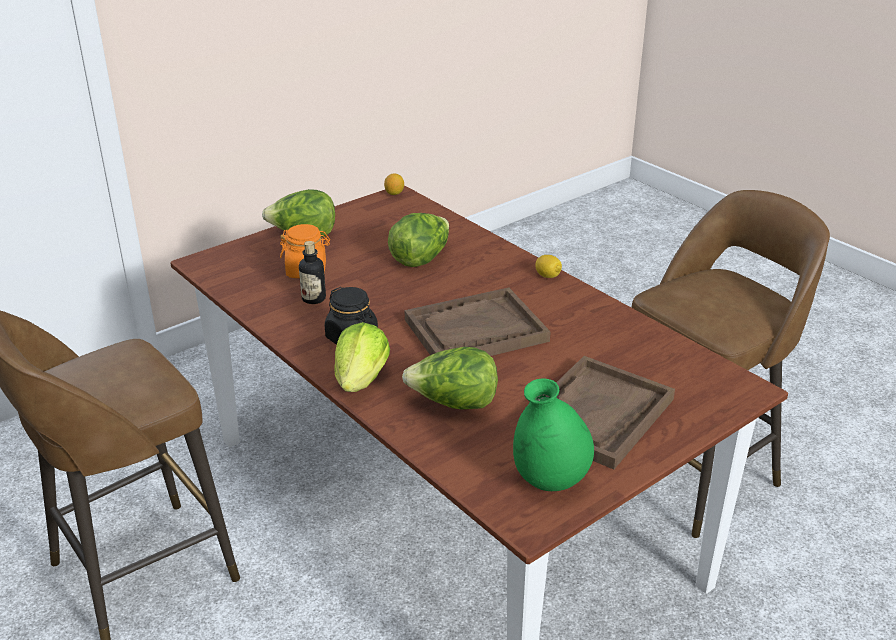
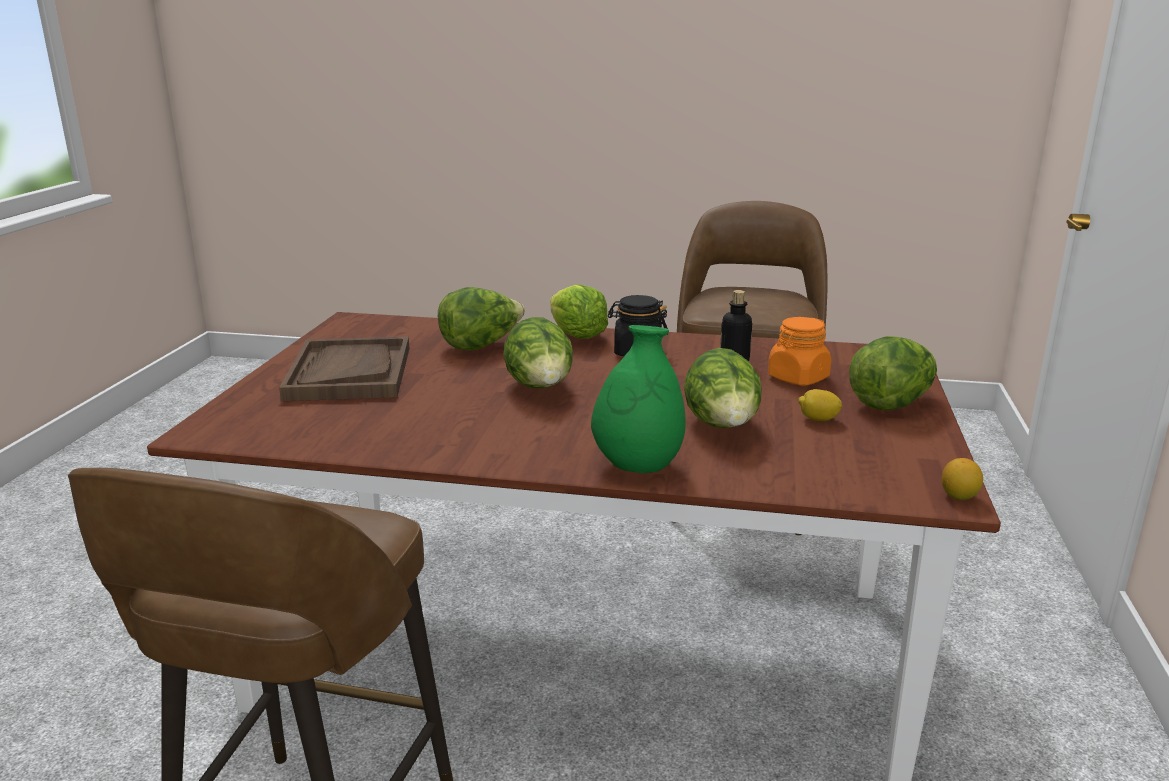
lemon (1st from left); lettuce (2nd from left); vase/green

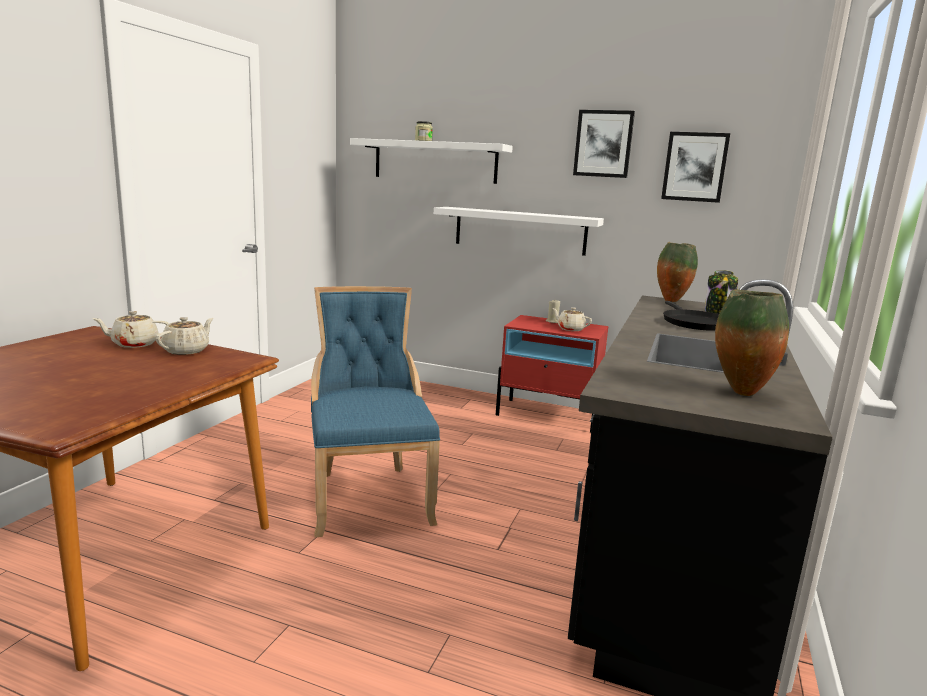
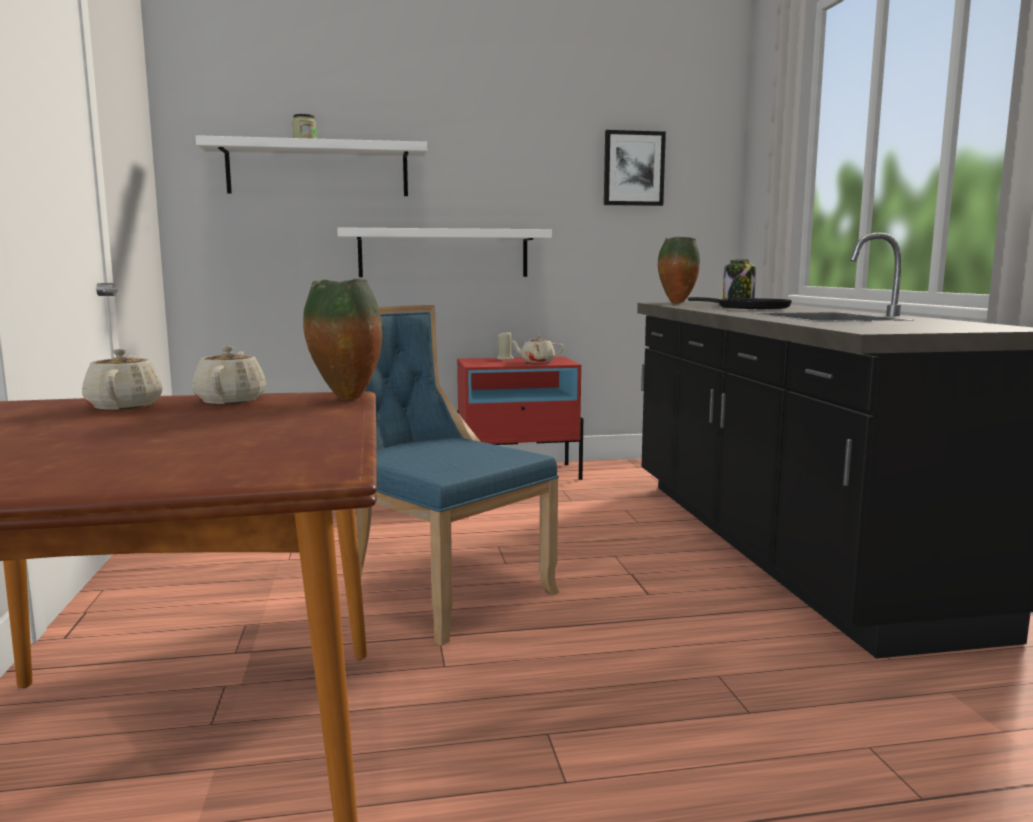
picture (1st from left in the first image); vase (1st from left); teapot/beige (1st from left)

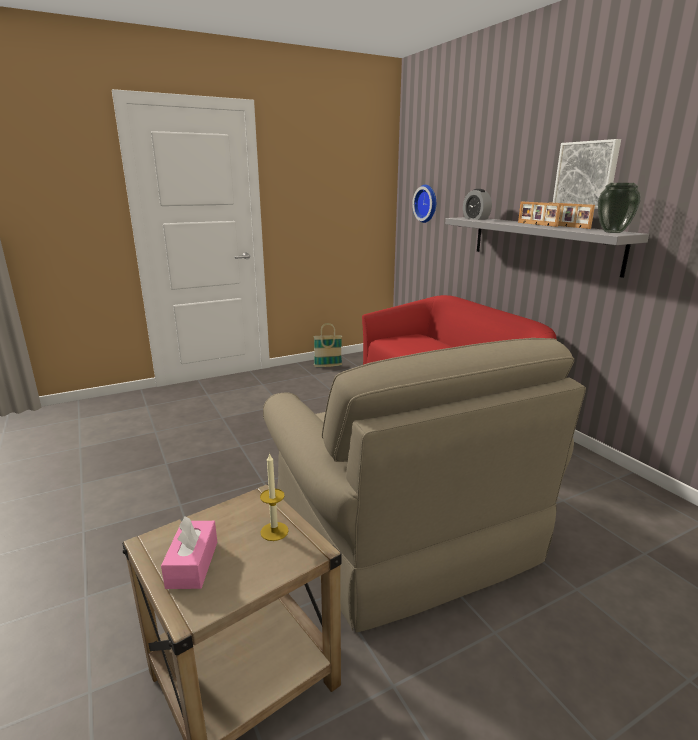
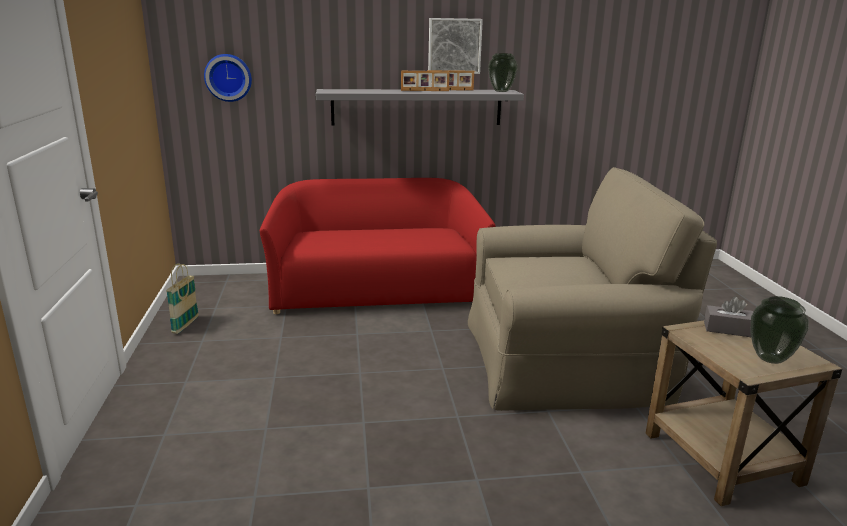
alarm clock; tissue box/grey; vase (2nd from left)

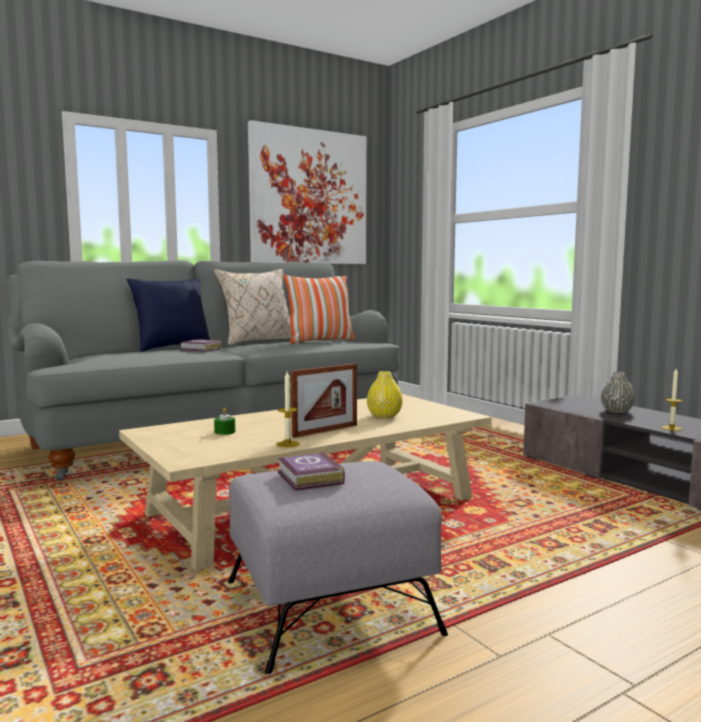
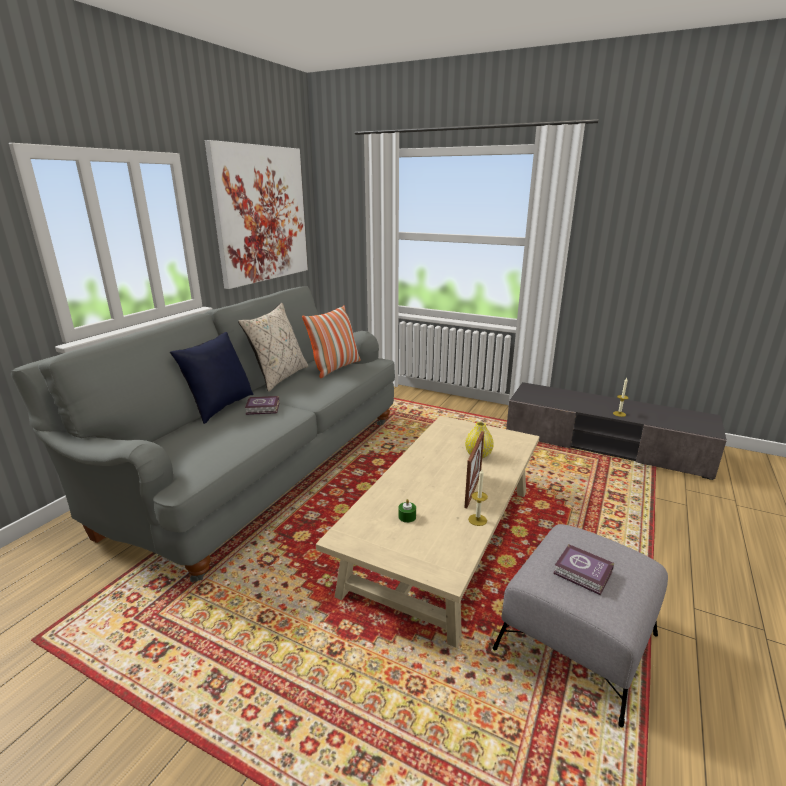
vase/grey

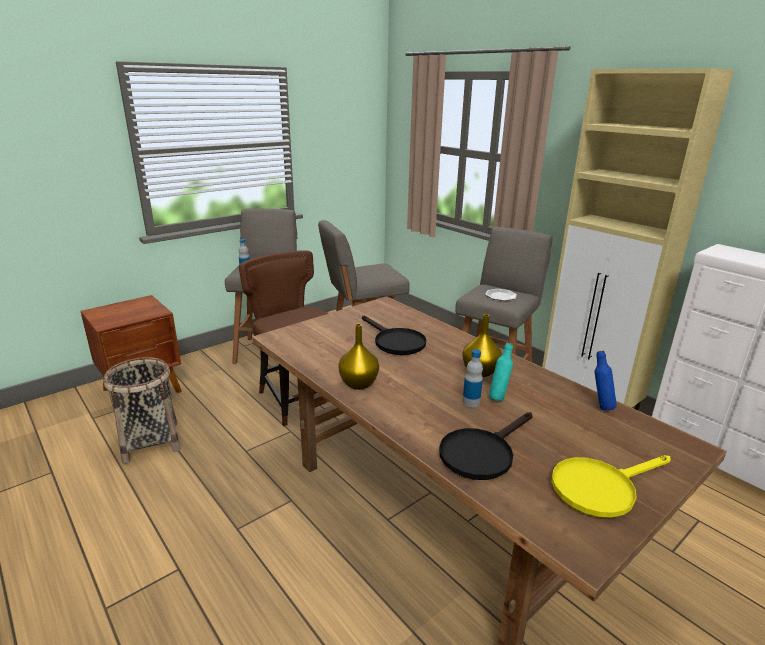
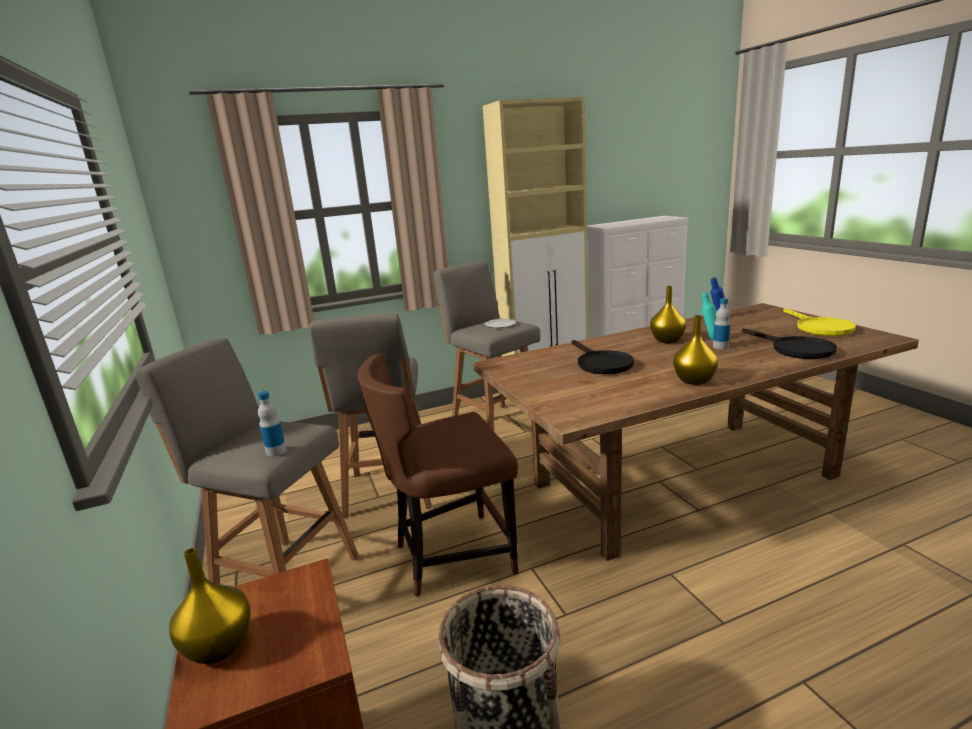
frying pan/black (1st from left); vase/yellow (1st from left)

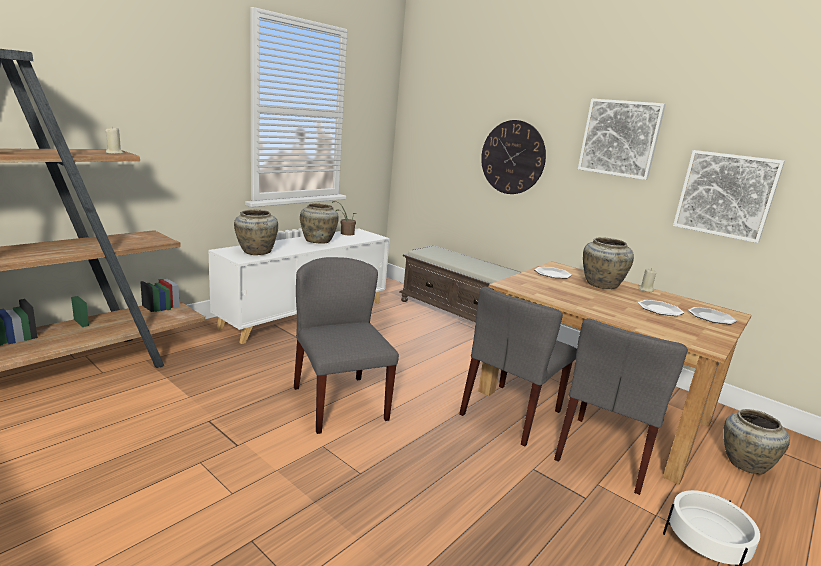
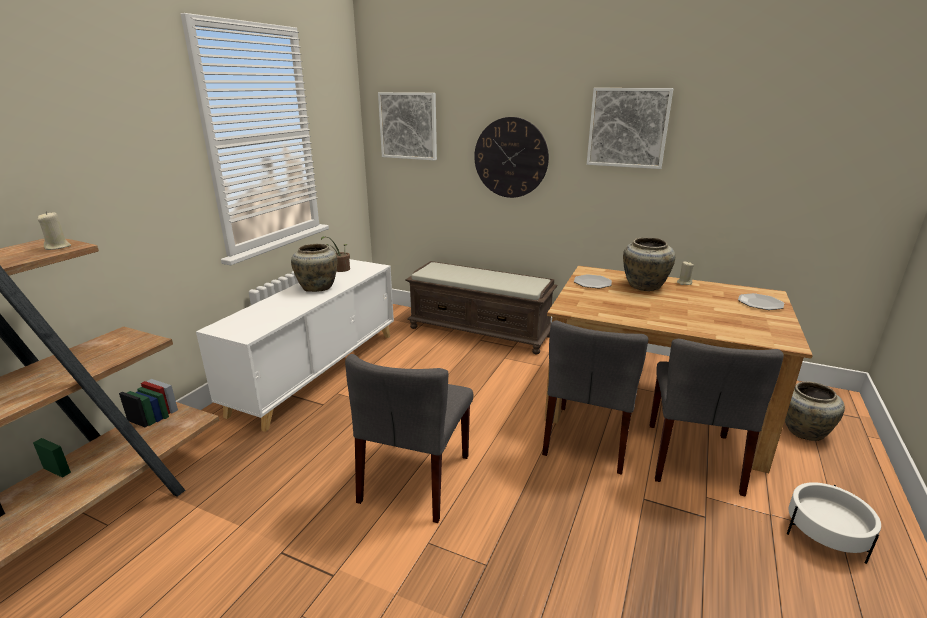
picture (1st from left); vase/beige (1st from left in the first image); chair/grey (1st from left); plate (2nd from left in the first image)

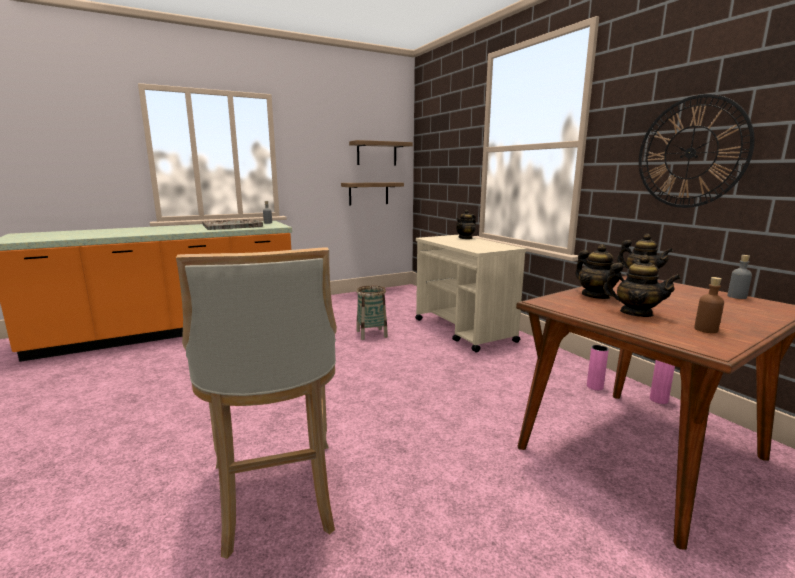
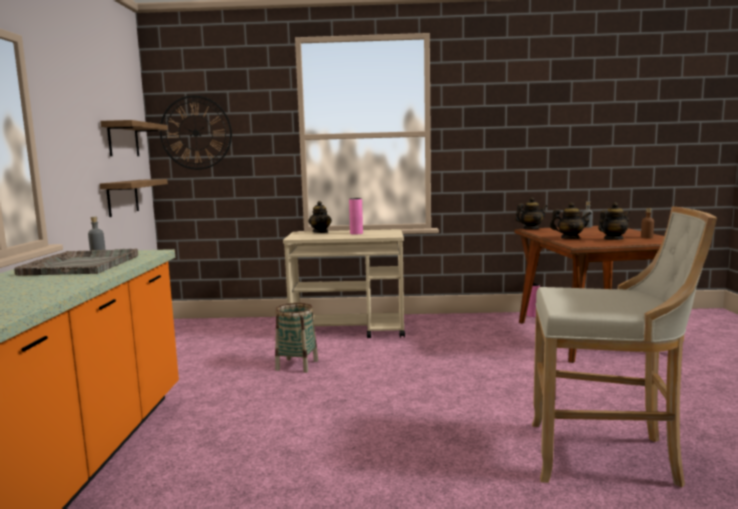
wall clock; vase/pink (1st from left)

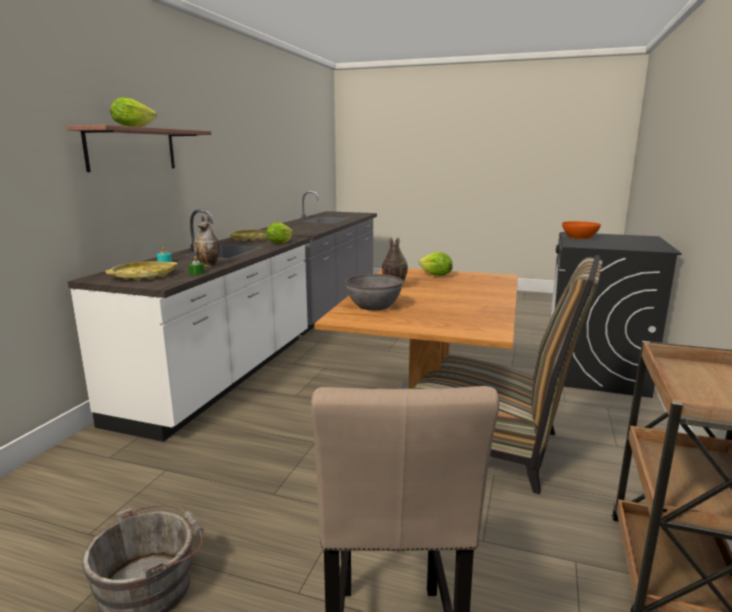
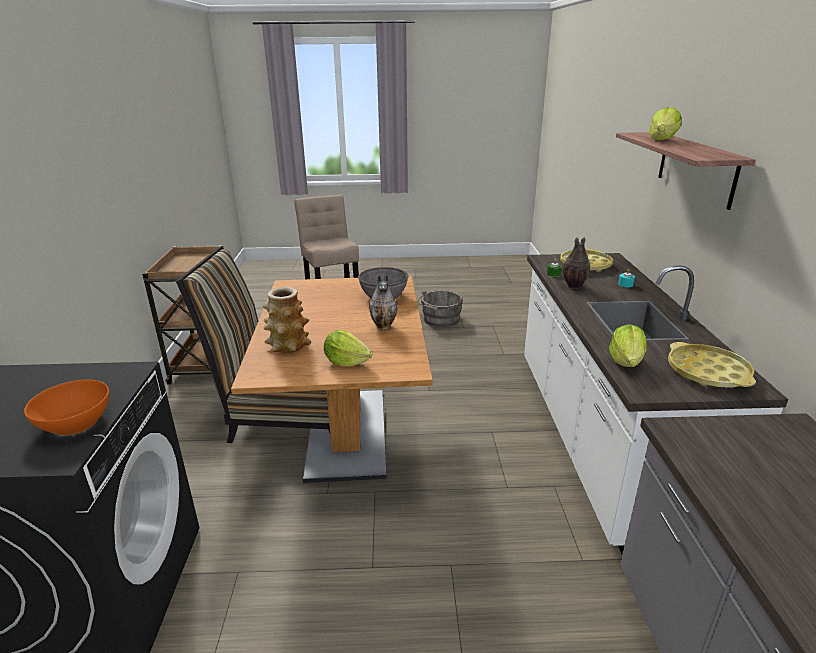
vase (1st from left)

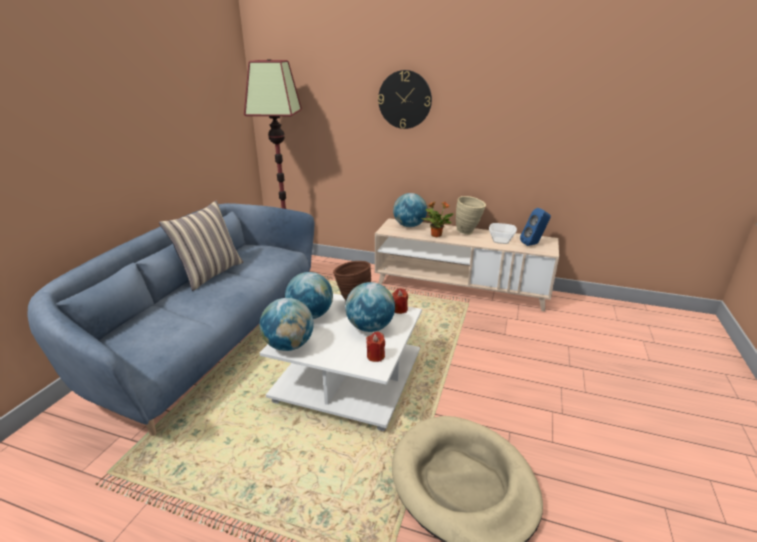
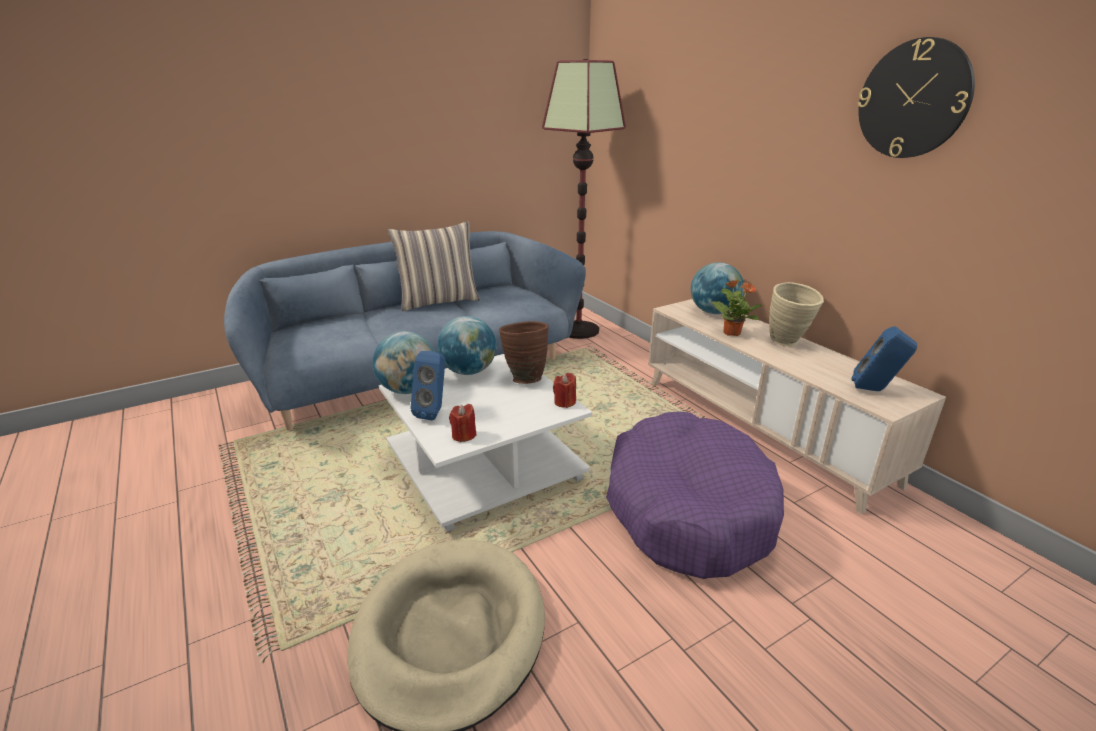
wall clock; bowl; globe (3rd from left in the first image); speaker/blue (1st from left); dog bed/purple

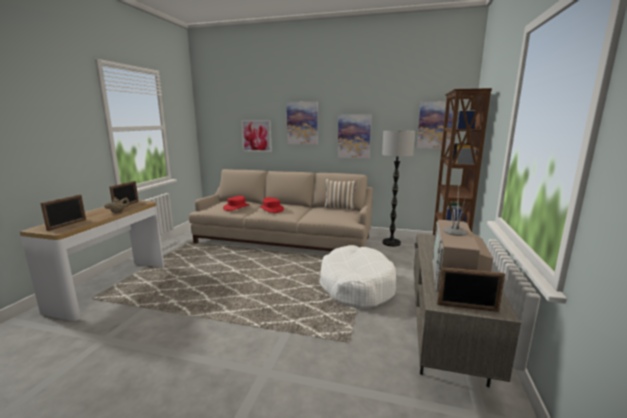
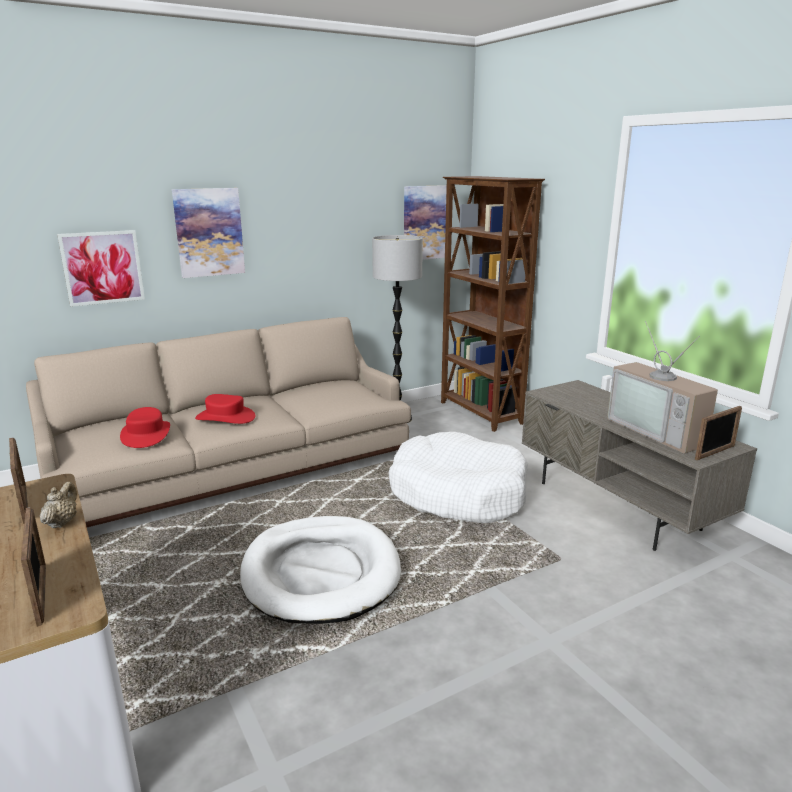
picture (3rd from left in the first image); pillow; dog bed/white (1st from left)

